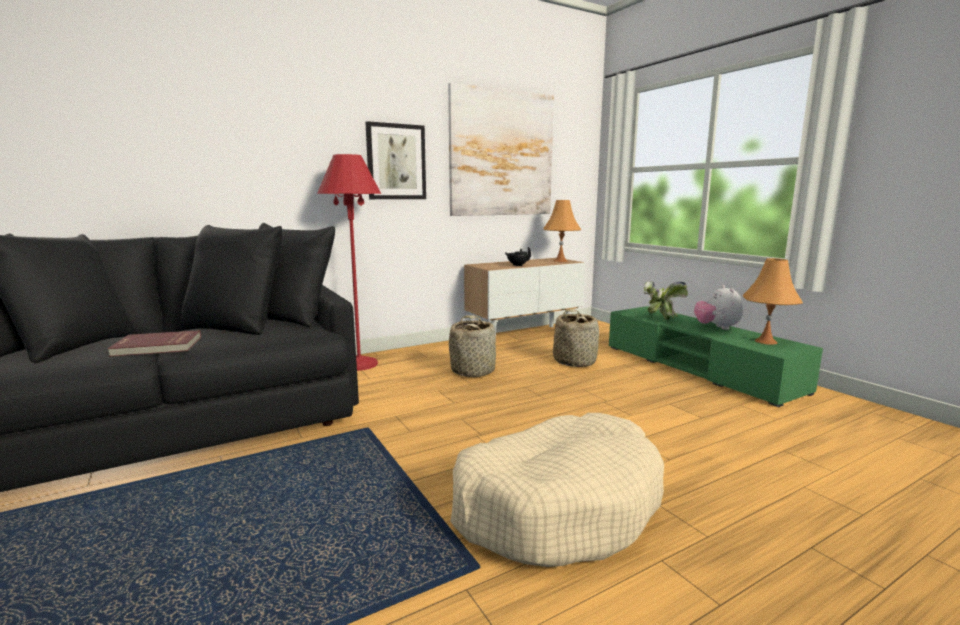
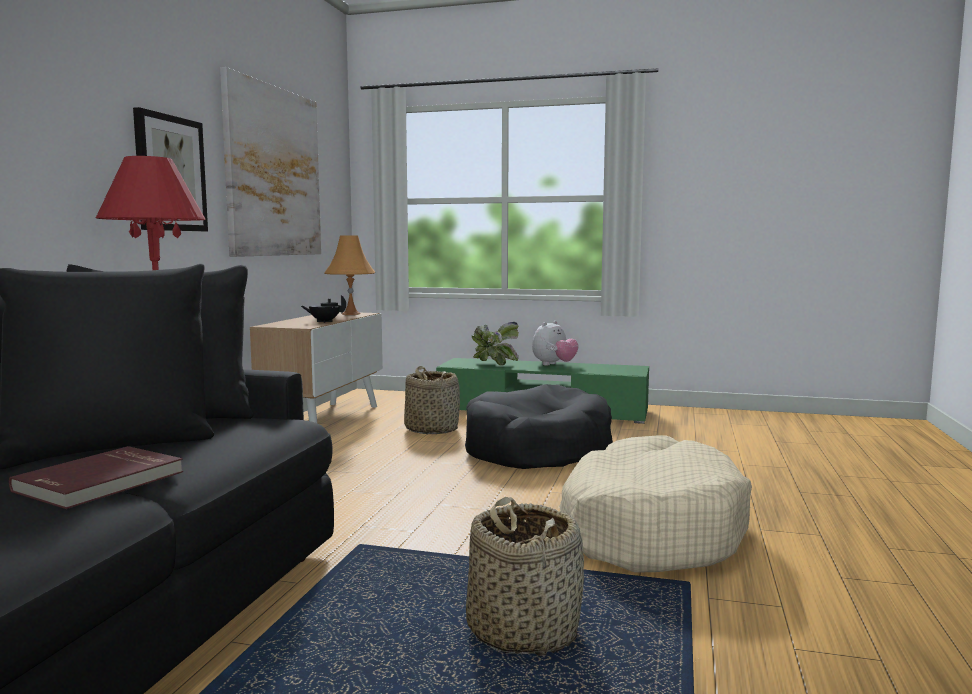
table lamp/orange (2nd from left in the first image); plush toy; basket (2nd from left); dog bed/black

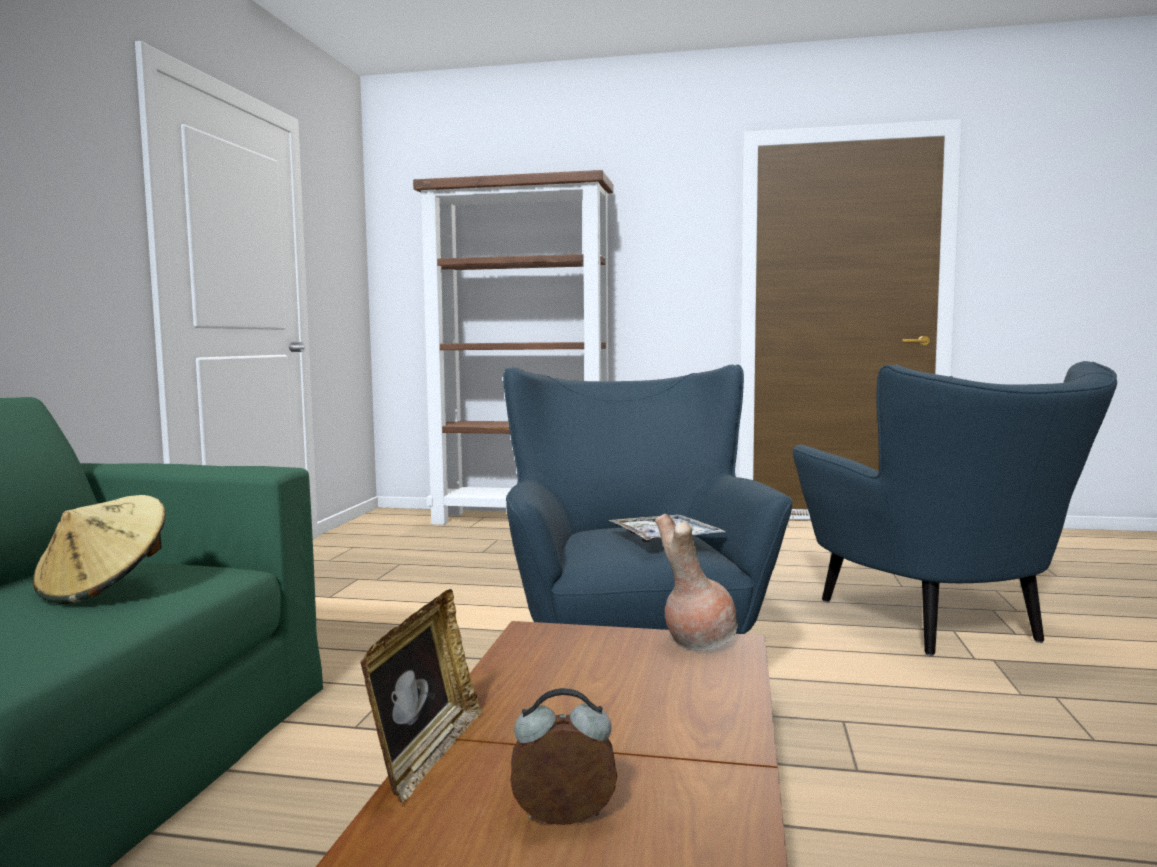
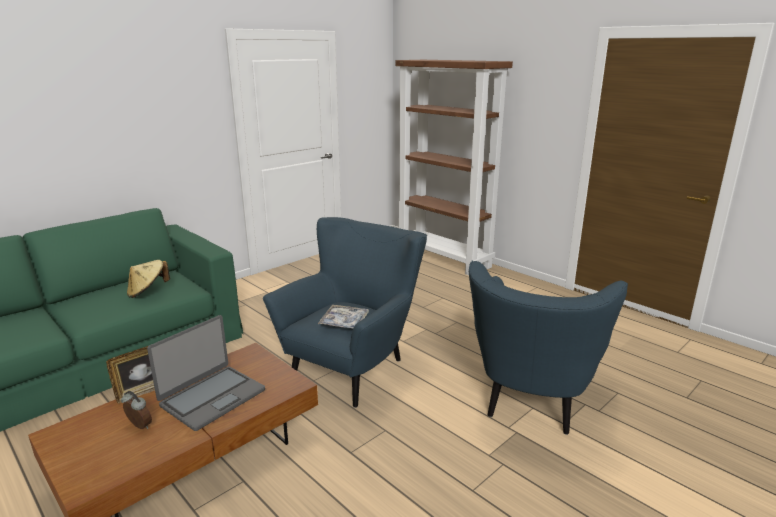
vase/brown; laptop

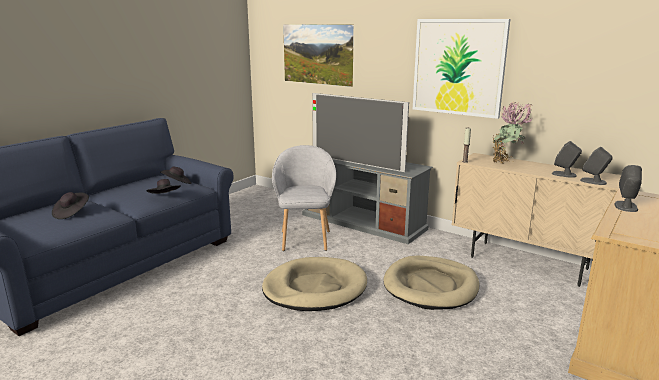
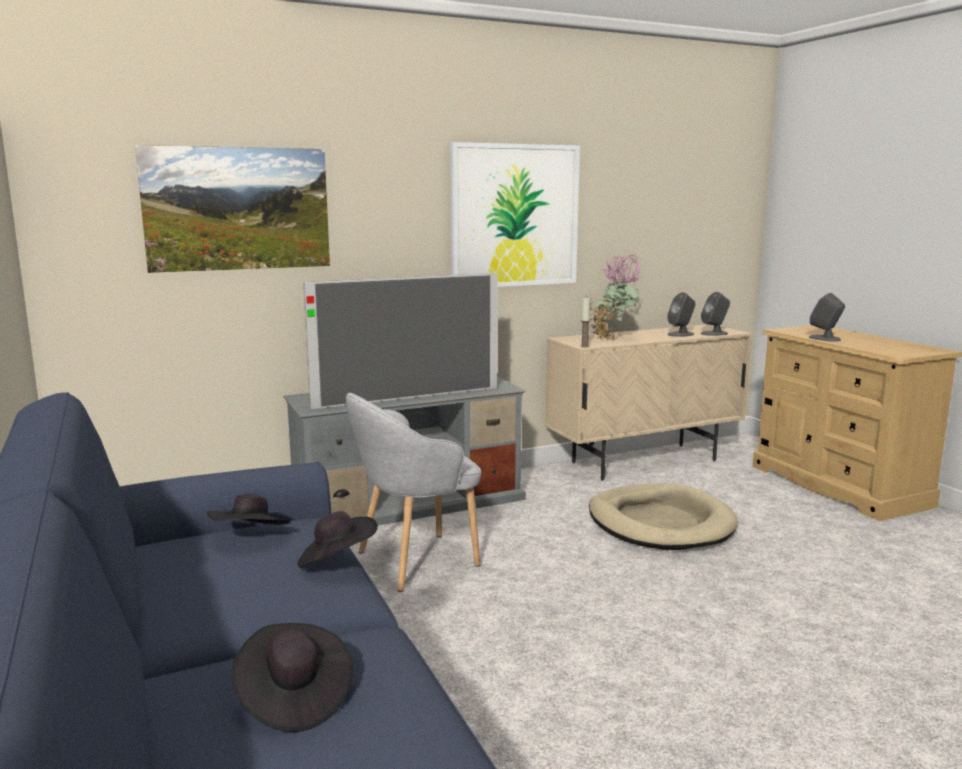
armchair/grey; dog bed/beige (1st from left in the first image)

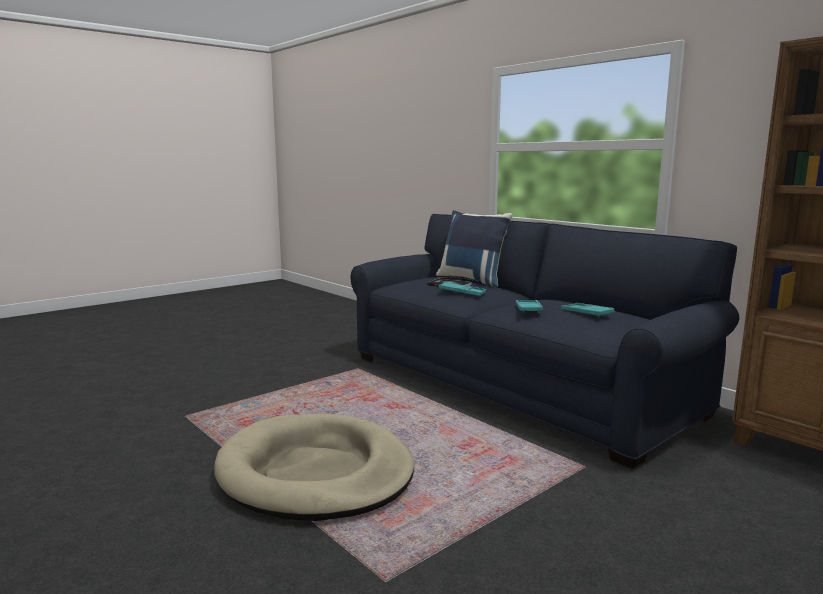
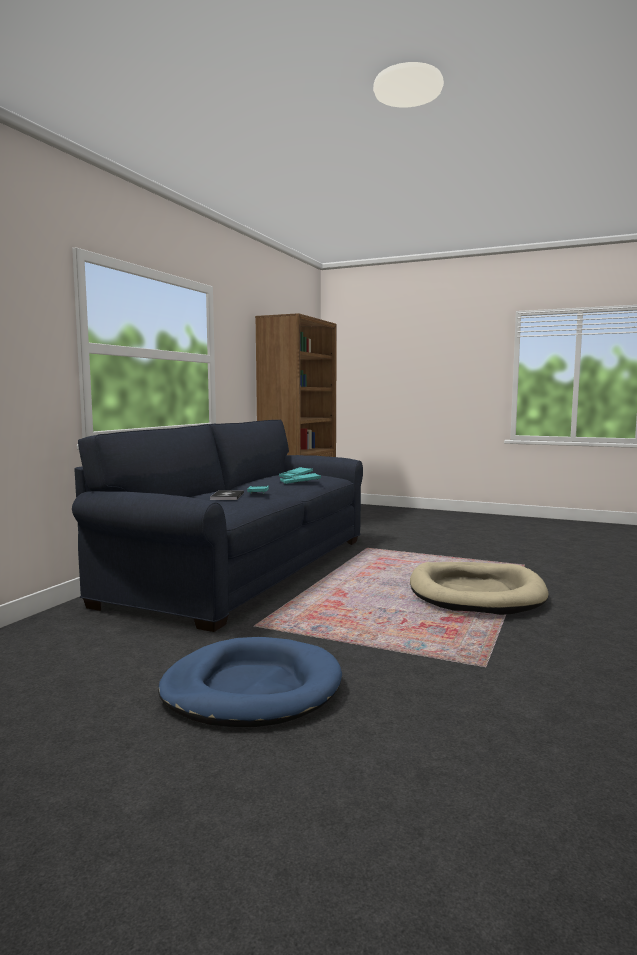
pillow/blue; dog bed/blue

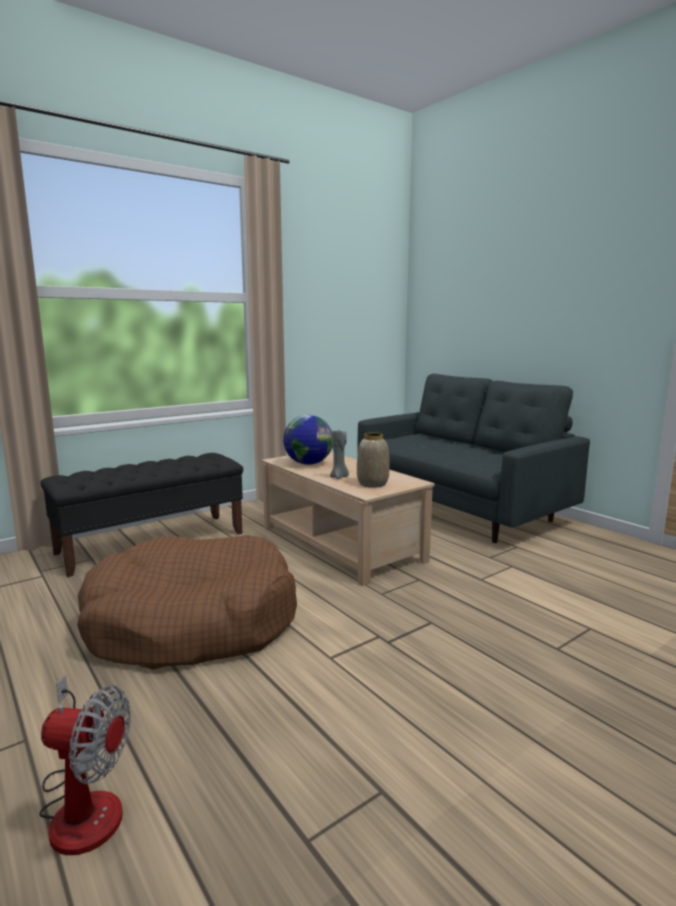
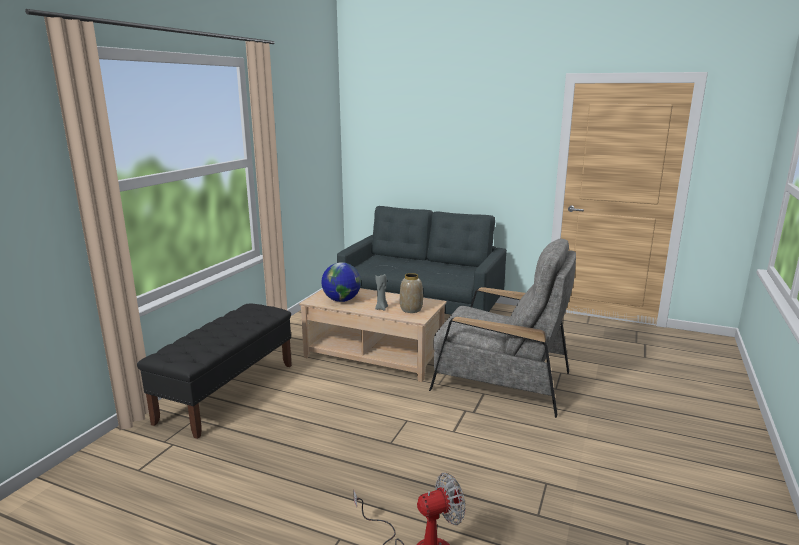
dog bed/brown; armchair/grey

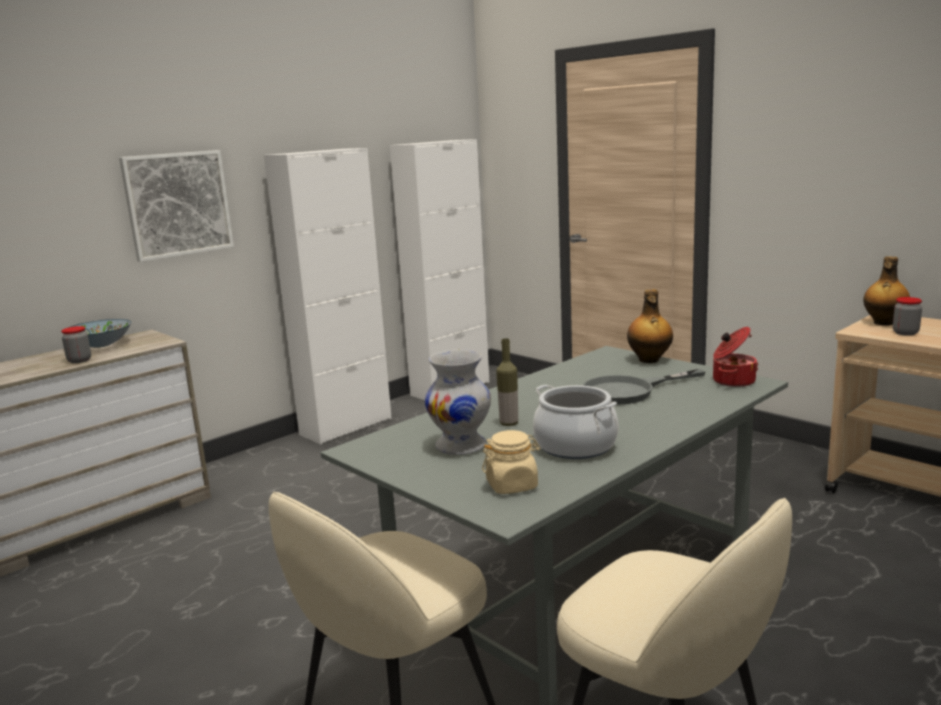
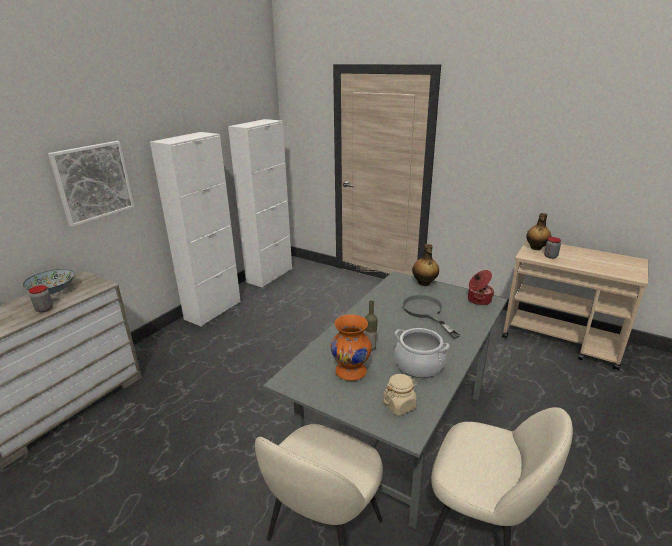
vase/orange; frying pan/grey

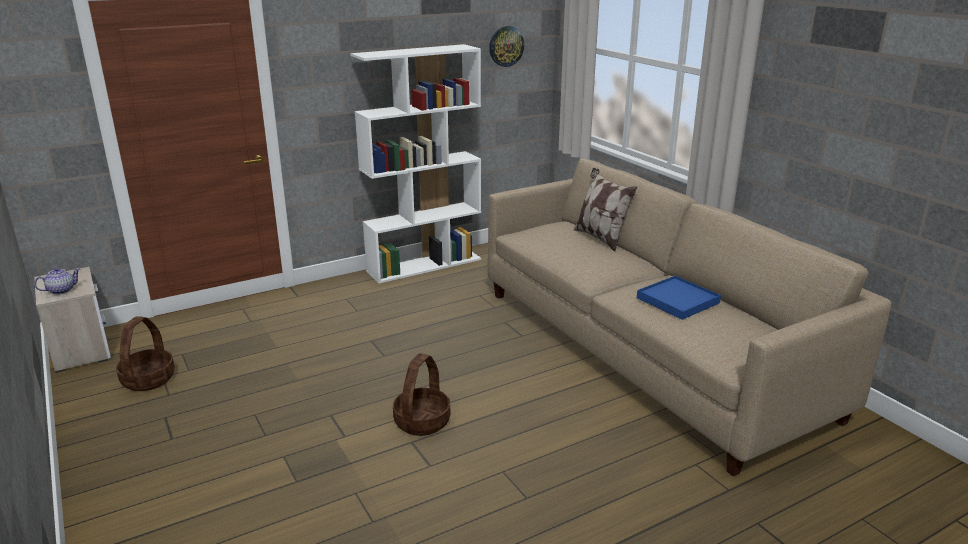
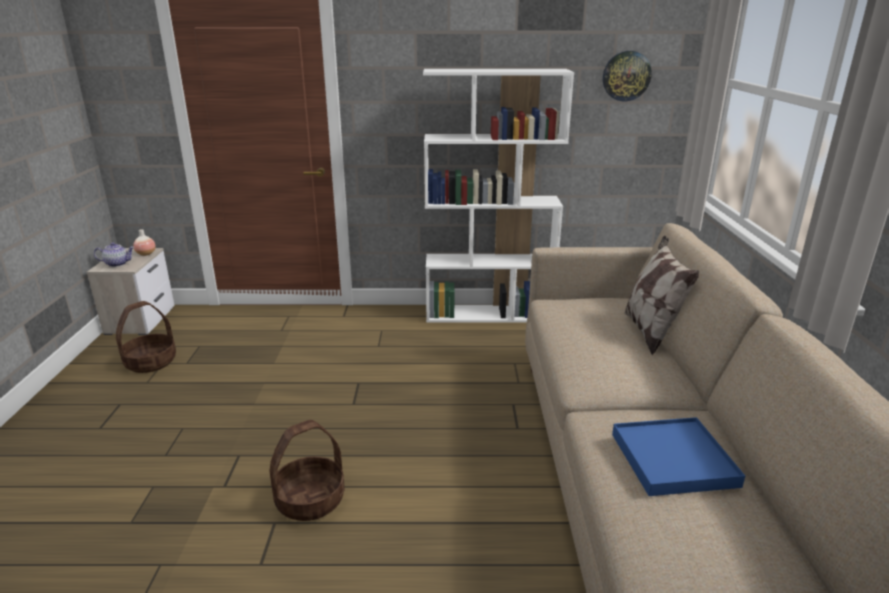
vase

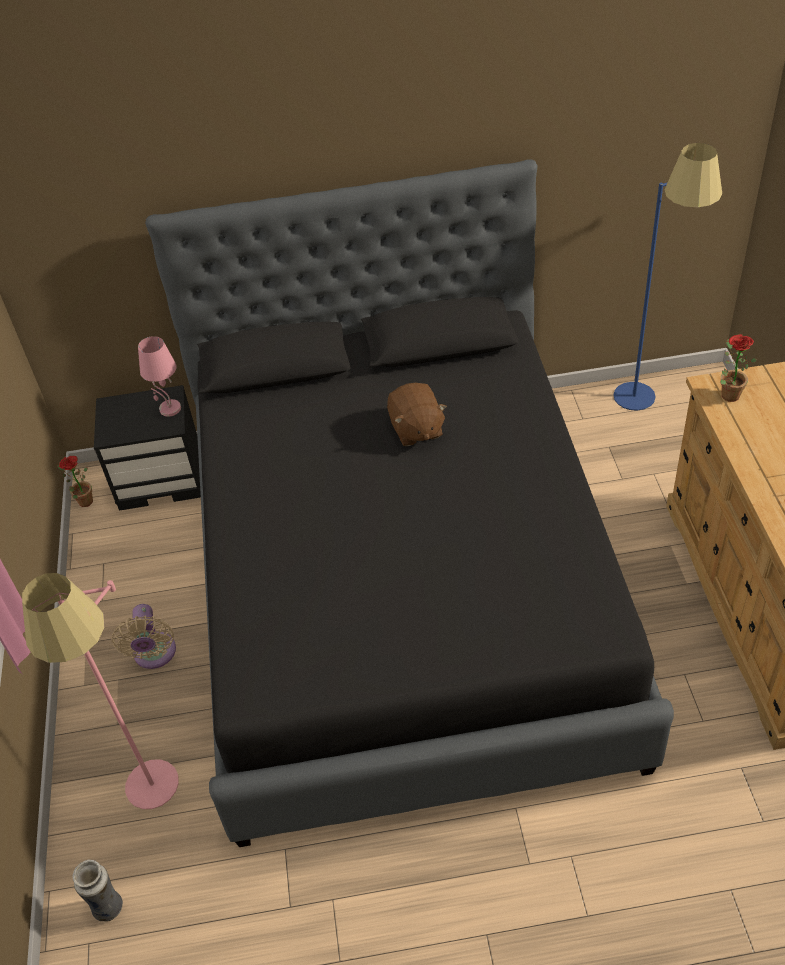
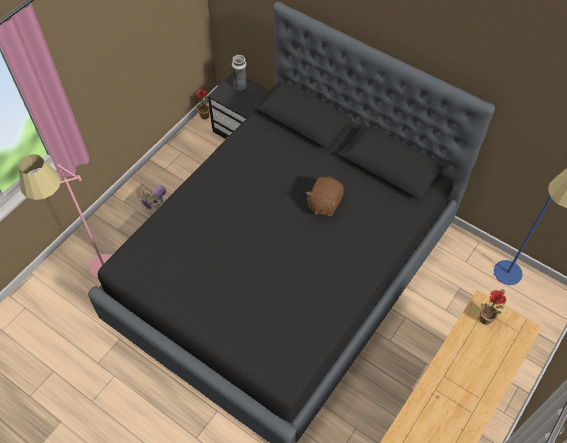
table lamp/pink; vase

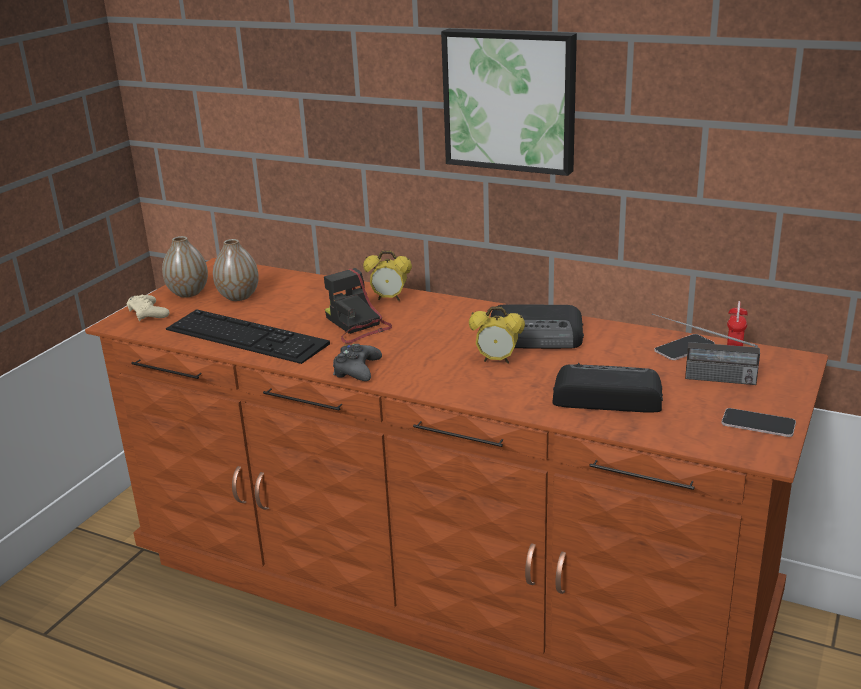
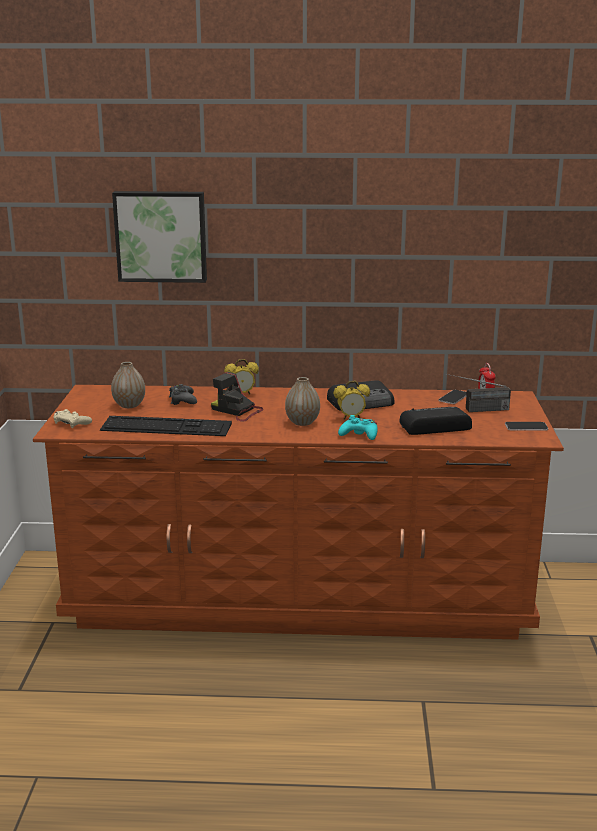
picture; vase (2nd from left); game controller/black; game controller/turquoise

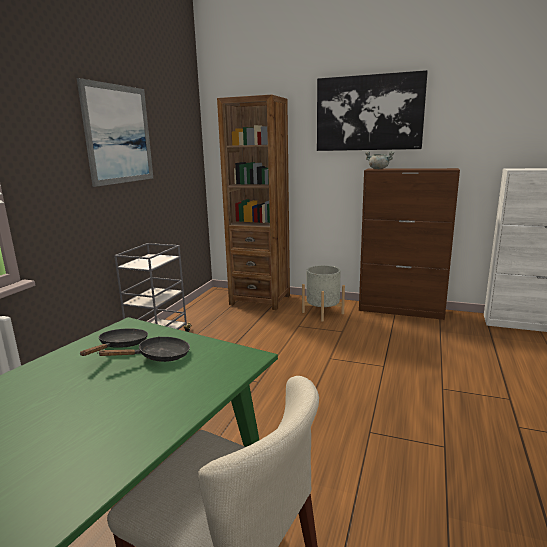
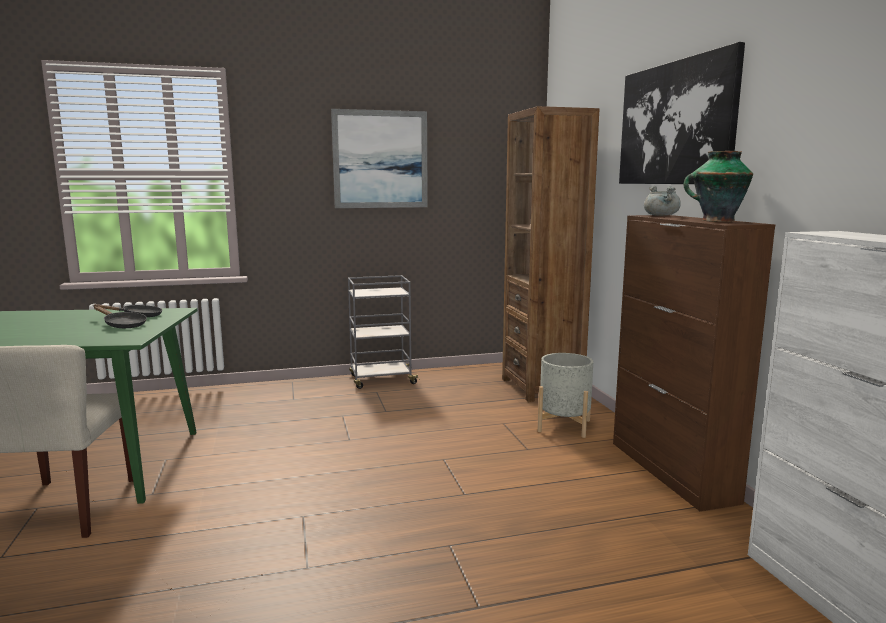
vase

